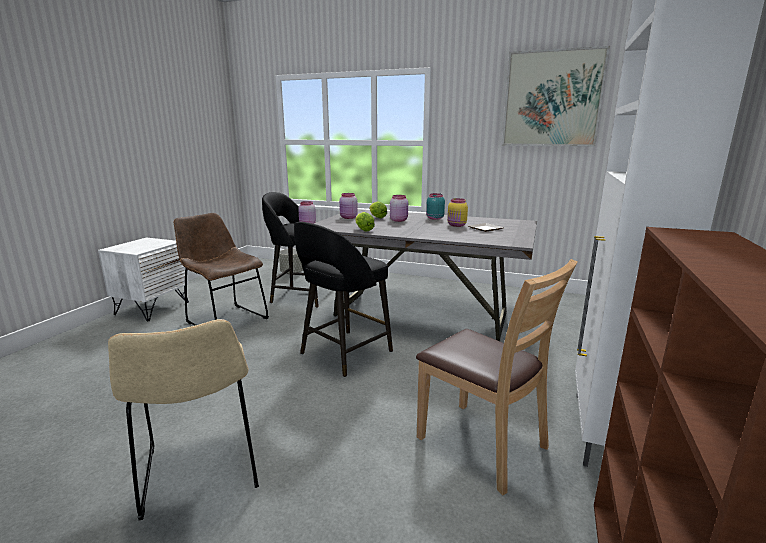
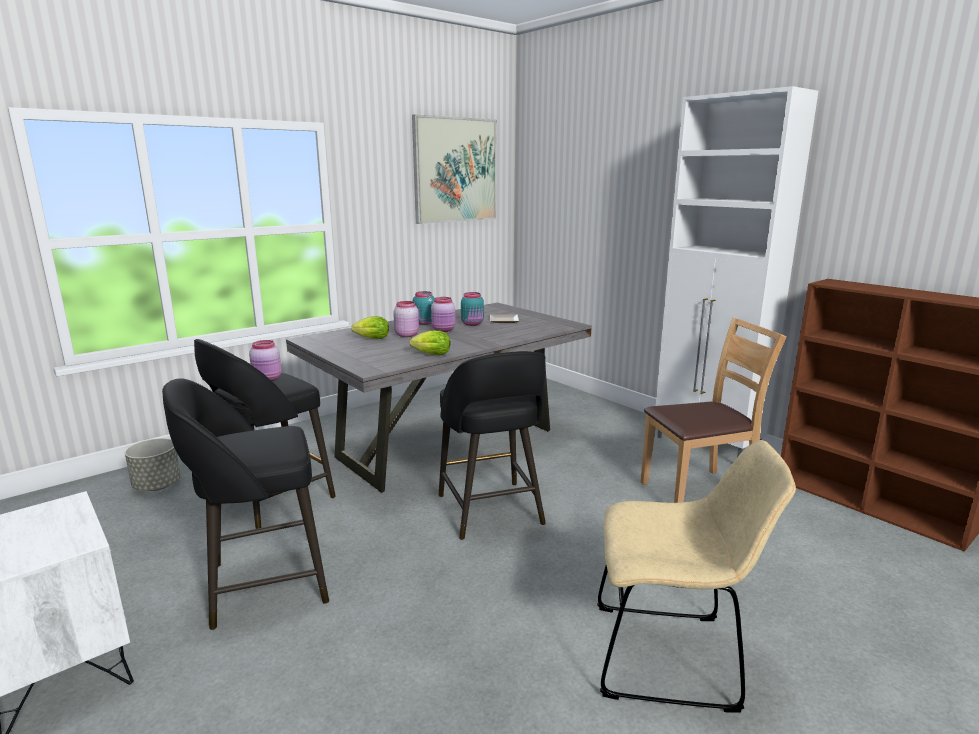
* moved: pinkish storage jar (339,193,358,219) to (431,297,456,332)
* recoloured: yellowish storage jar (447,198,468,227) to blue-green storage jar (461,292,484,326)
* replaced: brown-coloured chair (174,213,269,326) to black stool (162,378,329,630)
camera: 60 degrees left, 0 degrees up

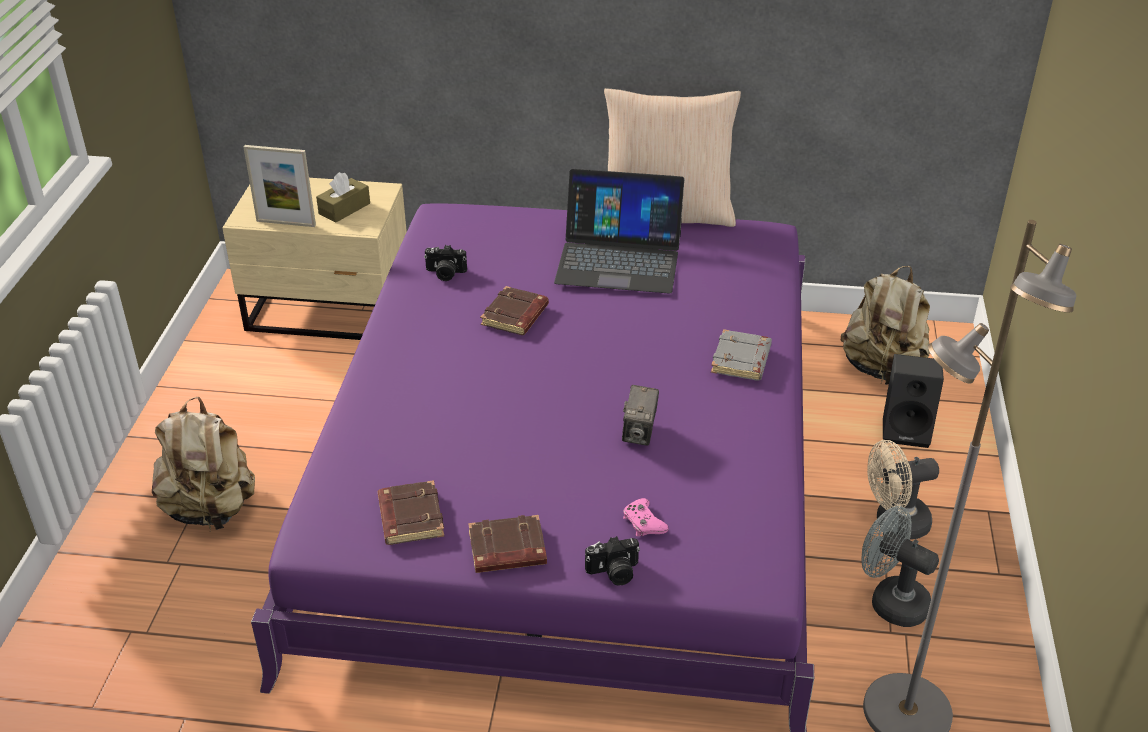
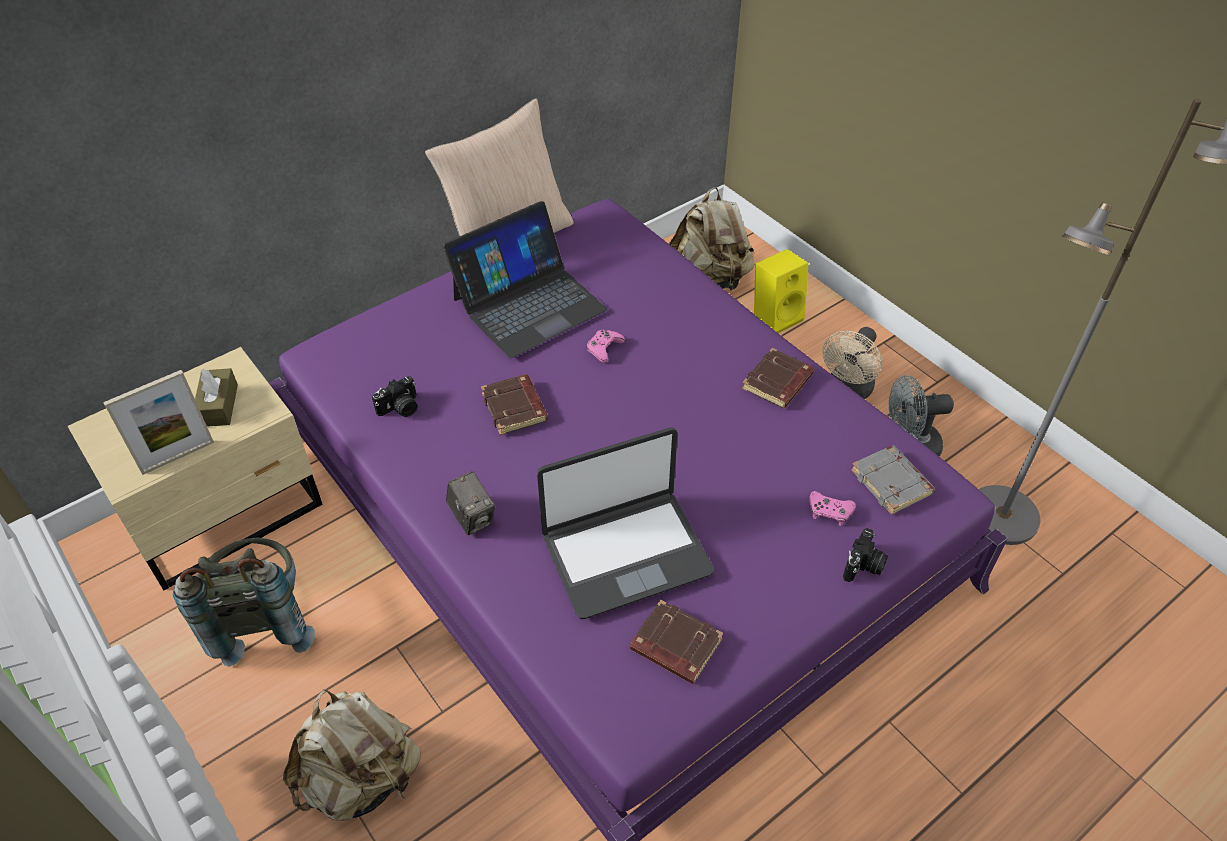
* moved: grey volume (711,329,772,380) to (851,445,935,515)
* recoloured: black loudspeaker (883,354,944,448) to yellowish loudspeaker (754,249,809,333)
* moved: still camera (622,385,659,446) to (446,471,495,535)
* moved: brown-coloured volume (468,515,547,573) to (742,348,814,408)
* added: pinkish joypad (587,330,625,363)
* added: notebook computer (537,428,714,619)
* added: grey knapsack (173,538,315,667)
camera: 45 degrees left, 10 degrees up

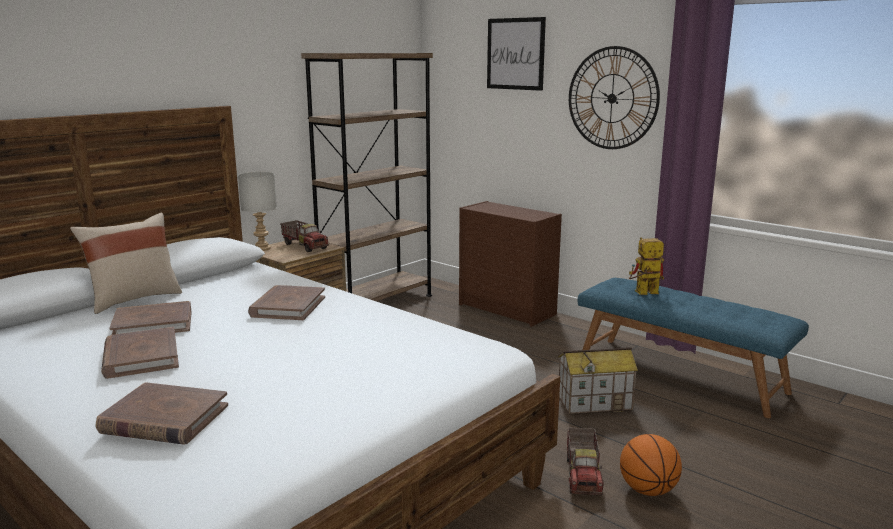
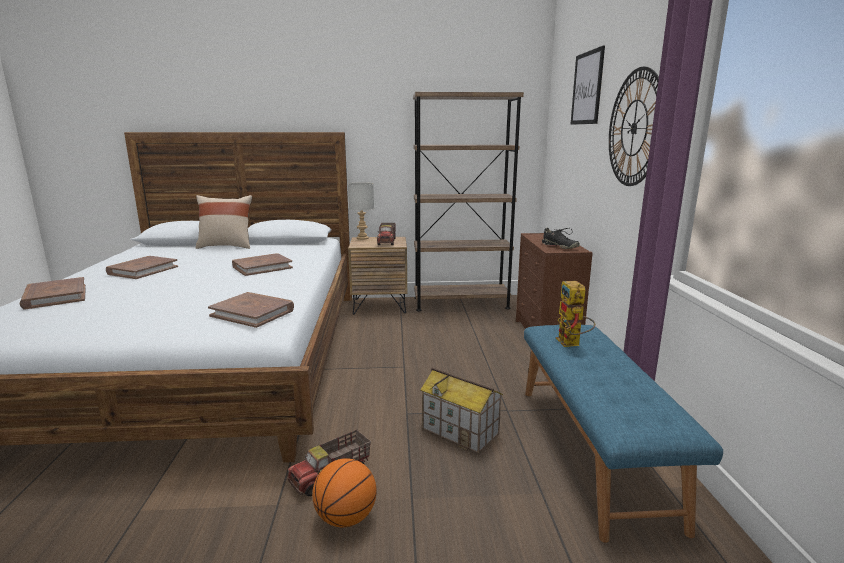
* turned: toy robot (629,237,664,295) = (556,281,595,347) 135 degrees counterclockwise
* moved: brown-coloured volume (110,301,192,335) to (208,292,294,328)
* added: black shoe (542,227,580,249)
camera: 45 degrees right, 0 degrees up

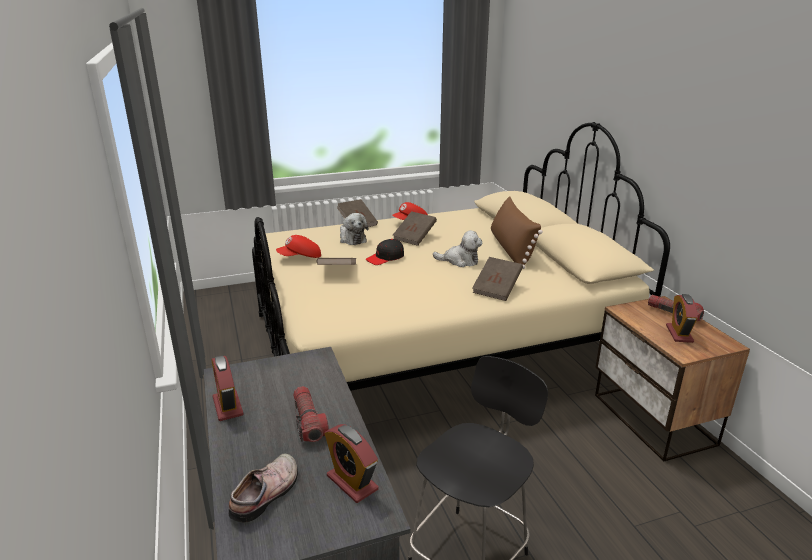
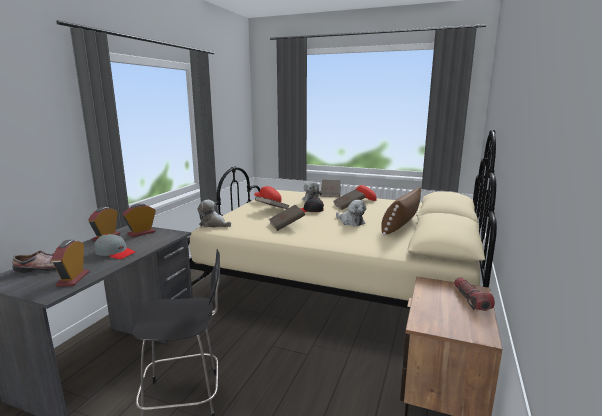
* moved: brown-coloured volume (472,257,523,301) to (268,205,305,231)
* moved: alarm clock (666,294,698,343) to (122,204,156,237)
* replaced: flashlight (293,386,329,442) to grey peaked cap (94,234,136,259)
* added: cuddly toy (197,200,231,227)
camera: 40 degrees right, 10 degrees down

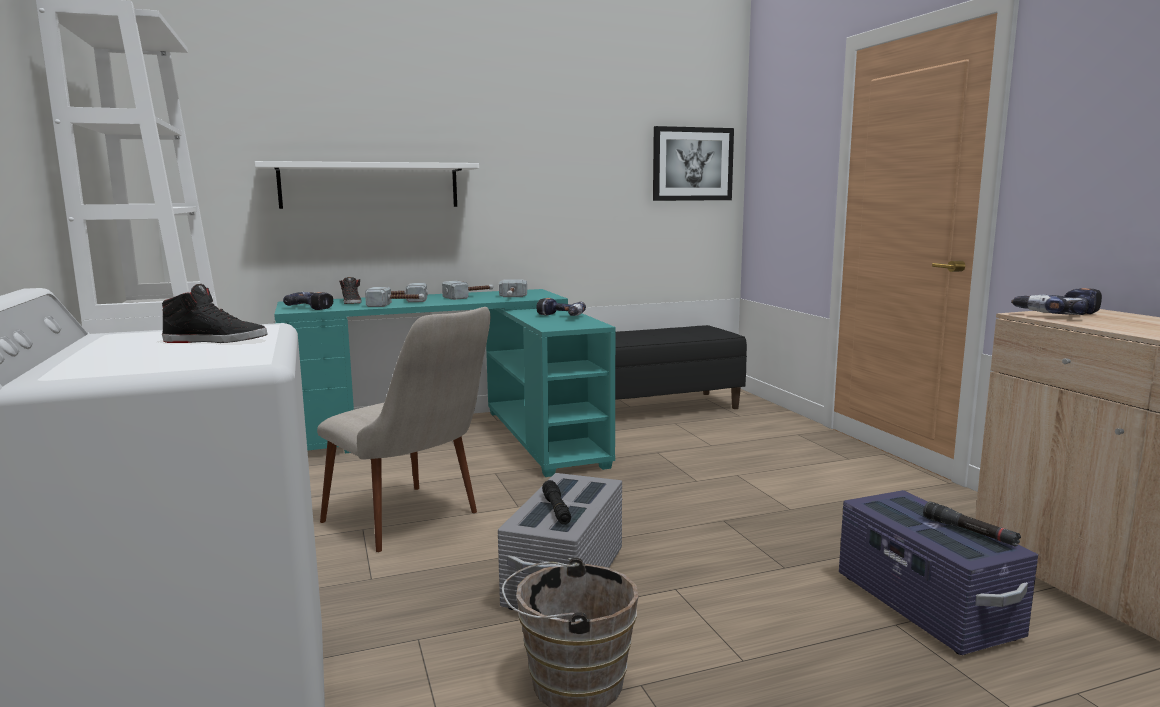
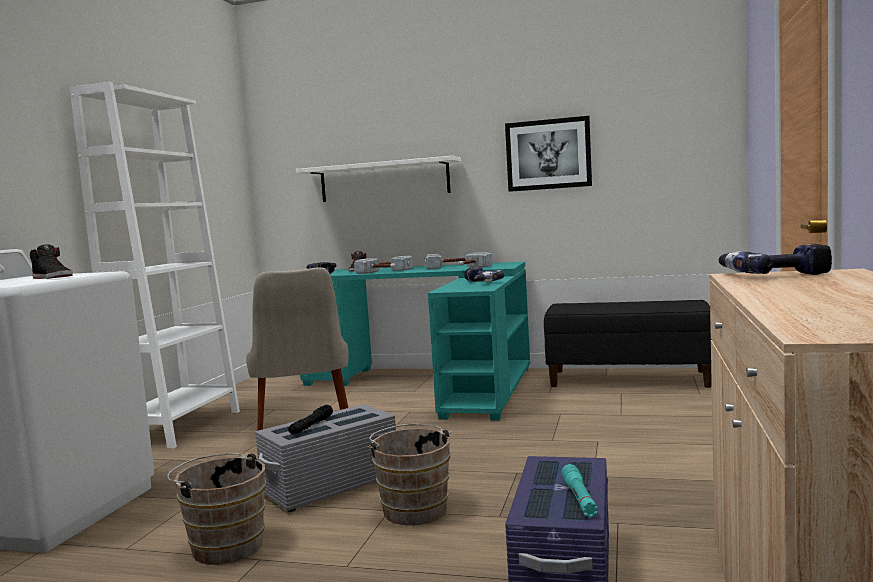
* moved: wall picture (653,126,734,201) to (505,116,592,192)
* recoloured: black flashlight (923,501,1021,546) to blue-green flashlight (561,464,598,517)
* added: brown-coloured bucket (367,424,451,525)
camera: 35 degrees right, 5 degrees down

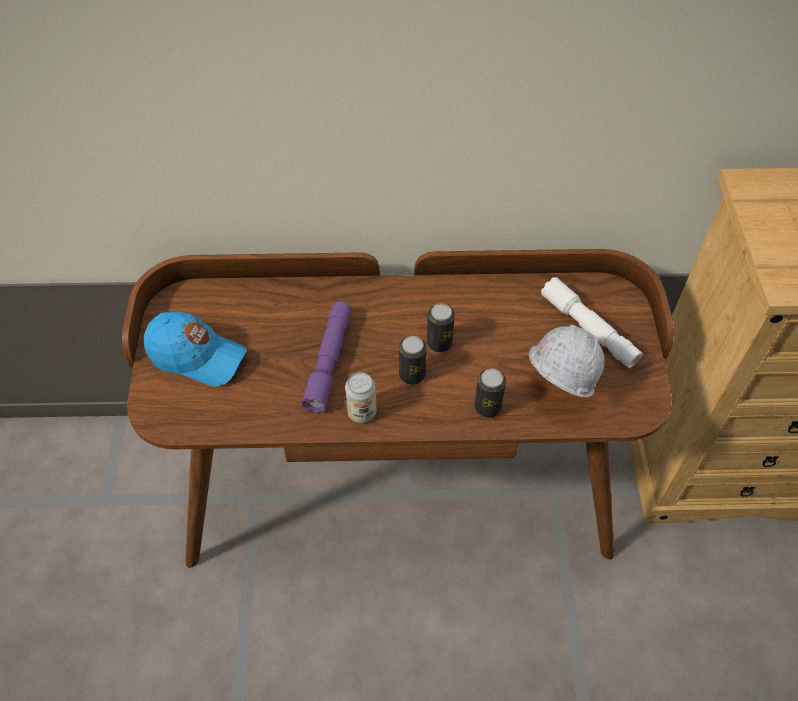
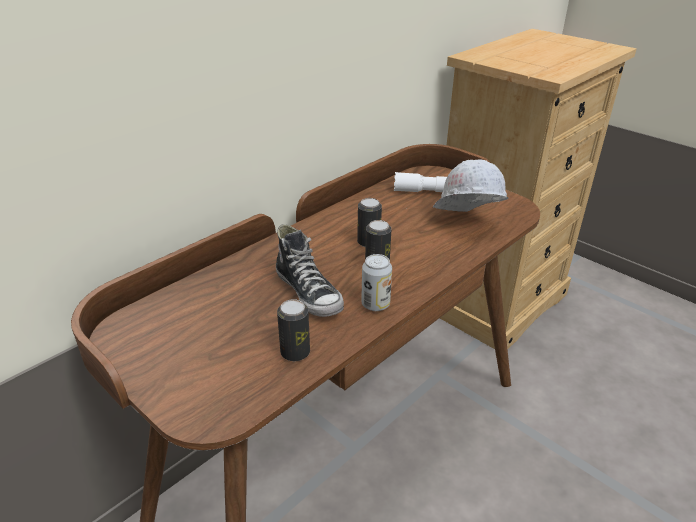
* replaced: purple flashlight (301,302,352,413) to shoe (276,224,344,317)
* removed: blue-coloured peaked cap (143,311,247,387)
* moved: can (474,368,506,418) to (277,299,310,361)
camera: 45 degrees left, 20 degrees down

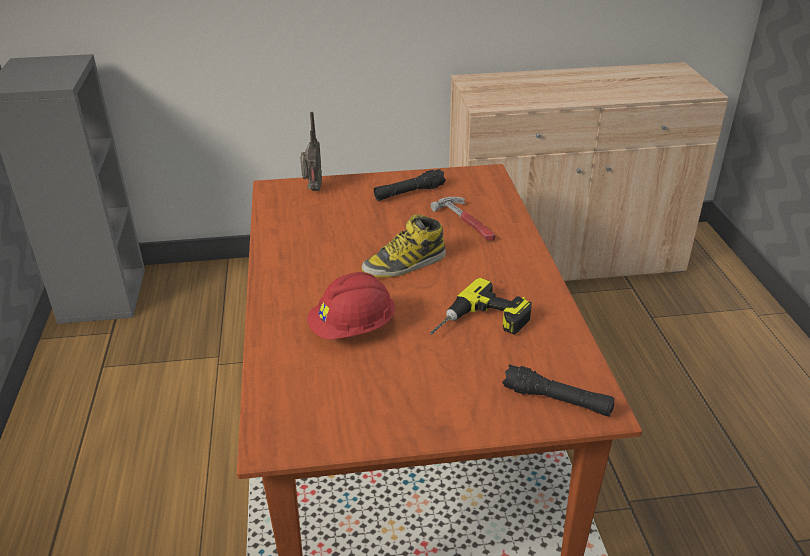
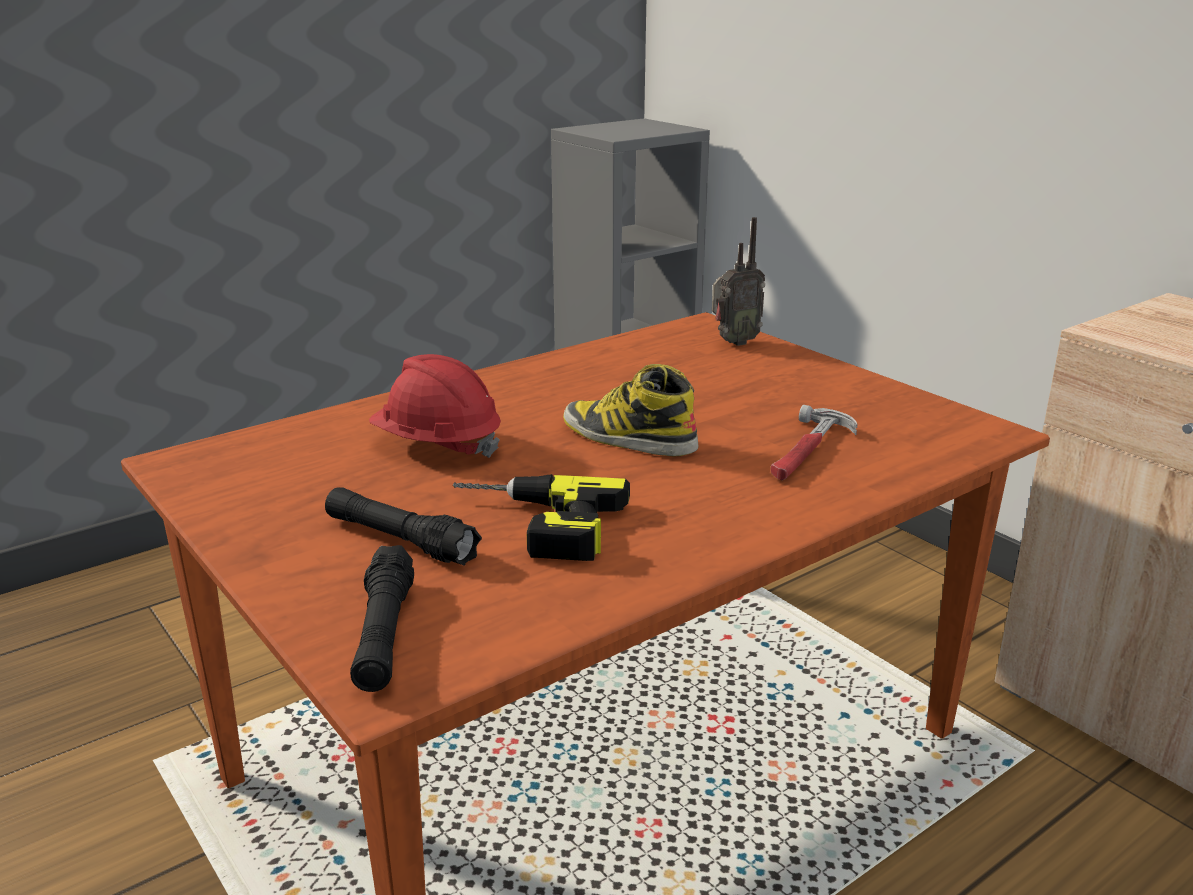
* moved: black flashlight (374,169,446,201) to (325,487,482,566)
camera: 60 degrees right, 10 degrees down

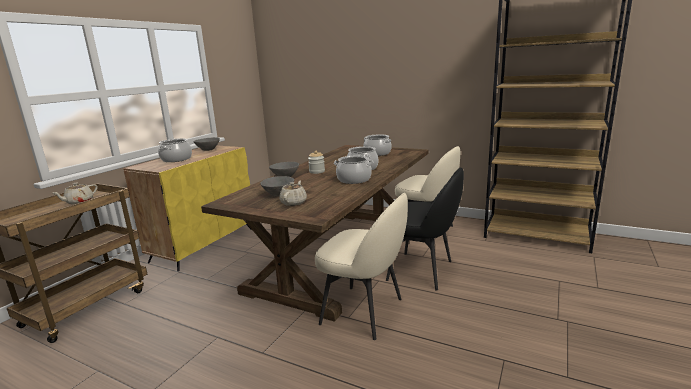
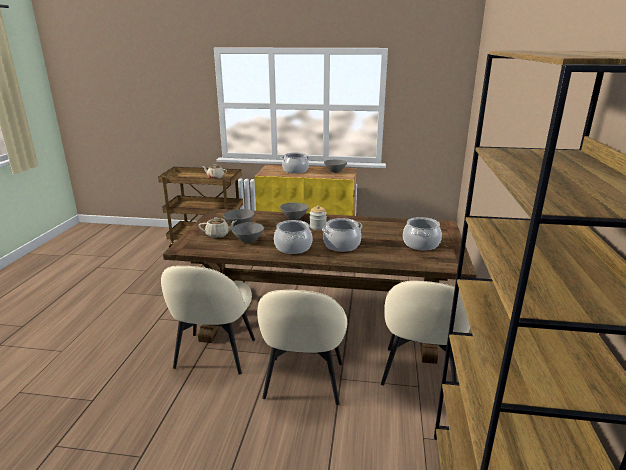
* recoloured: black chair (386,167,464,291) to beige-coloured chair (257,290,347,405)
* added: grey bowl (232,222,264,243)
camera: 70 degrees right, 5 degrees up

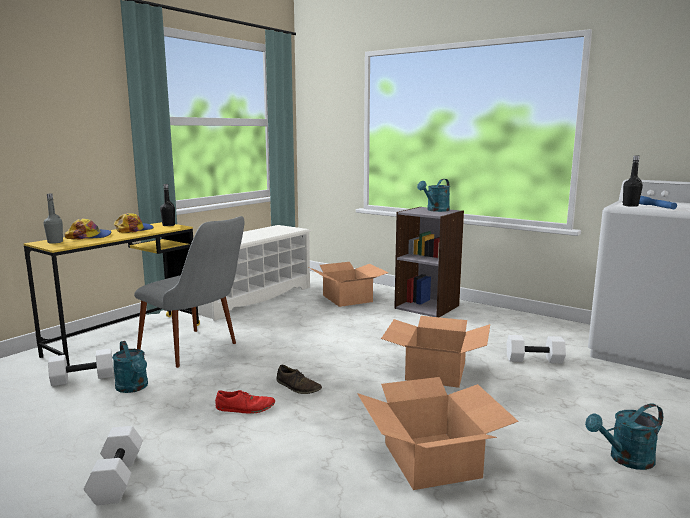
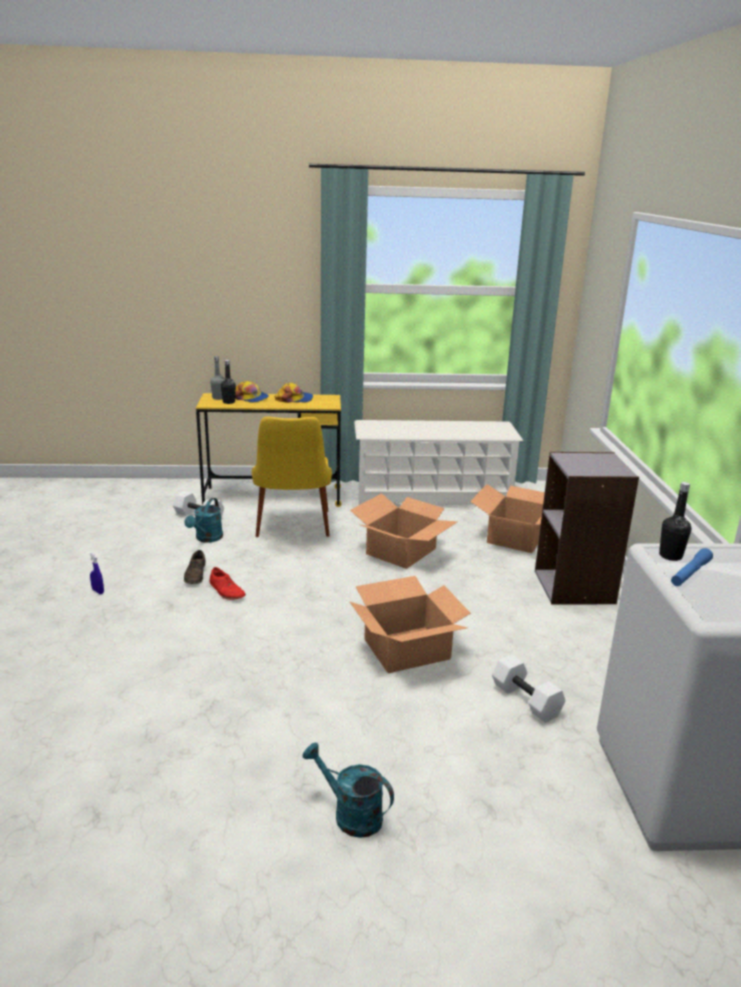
* removed: blue-green sprinkling can (417,179,450,212)
* moved: black drink bottle (160,184,175,226) to (221,360,236,404)
* recoloured: grey chair (134,216,245,368) to yellowish chair (252,417,332,537)
* moved: brown-coloured shoe (276,365,322,394) to (184,550,206,584)
* moved: packing box (357,377,519,490) to (350,493,458,569)
* replaced: white-coloured free weight (84,426,143,505) to blue-coloured hand sprayer (89,552,104,594)
camera: 50 degrees right, 10 degrees up

